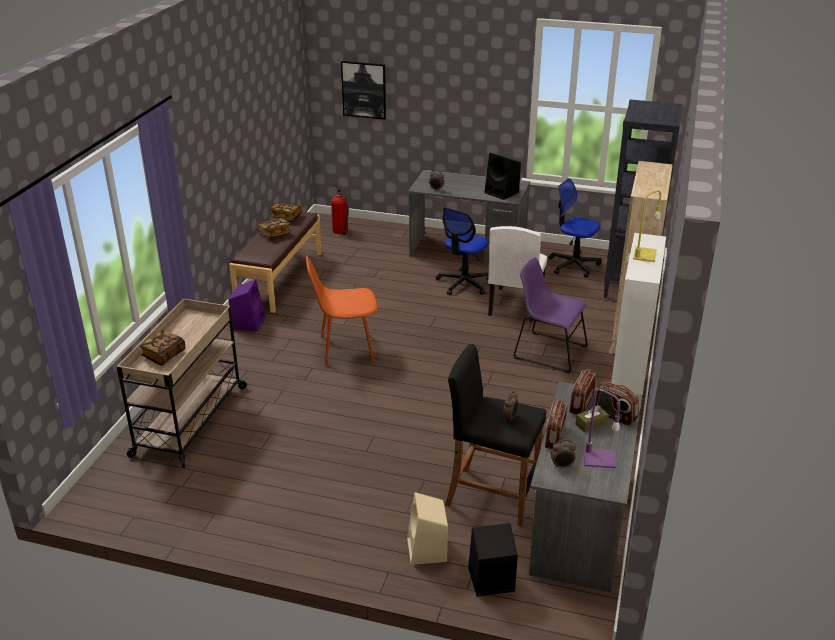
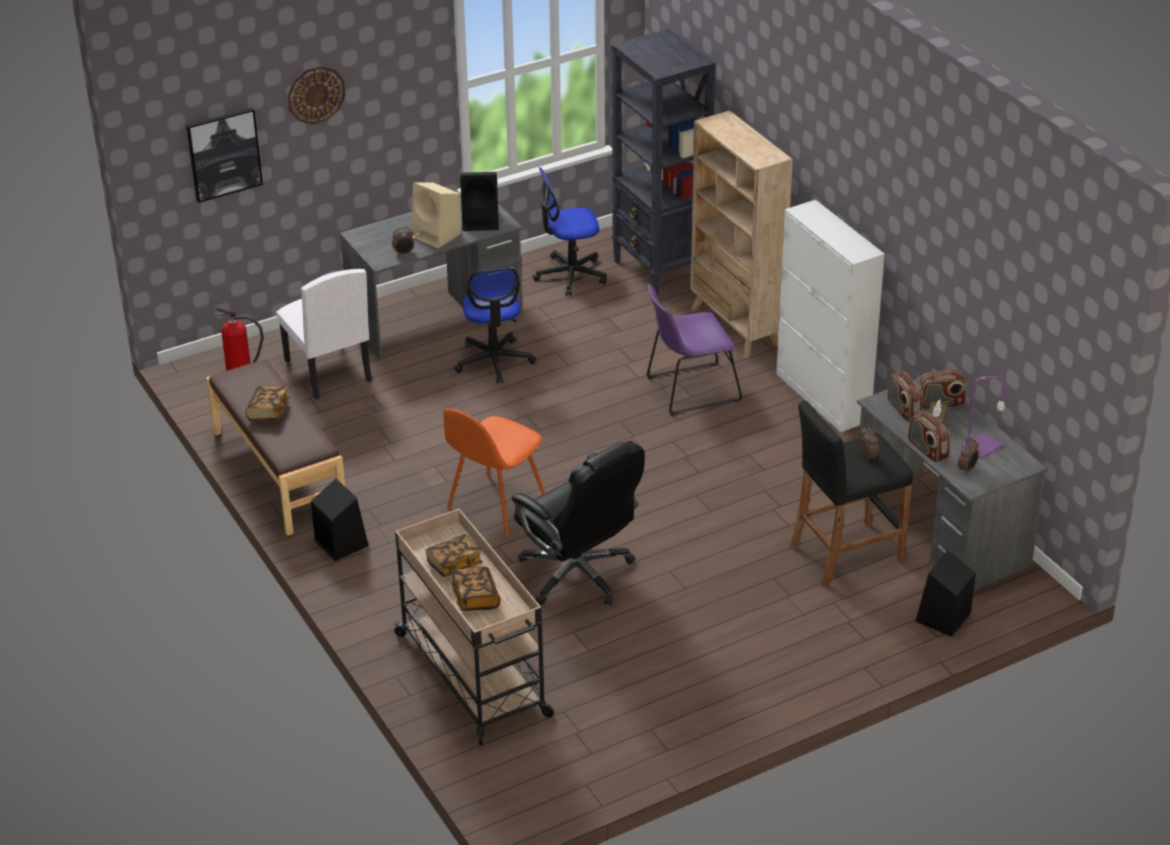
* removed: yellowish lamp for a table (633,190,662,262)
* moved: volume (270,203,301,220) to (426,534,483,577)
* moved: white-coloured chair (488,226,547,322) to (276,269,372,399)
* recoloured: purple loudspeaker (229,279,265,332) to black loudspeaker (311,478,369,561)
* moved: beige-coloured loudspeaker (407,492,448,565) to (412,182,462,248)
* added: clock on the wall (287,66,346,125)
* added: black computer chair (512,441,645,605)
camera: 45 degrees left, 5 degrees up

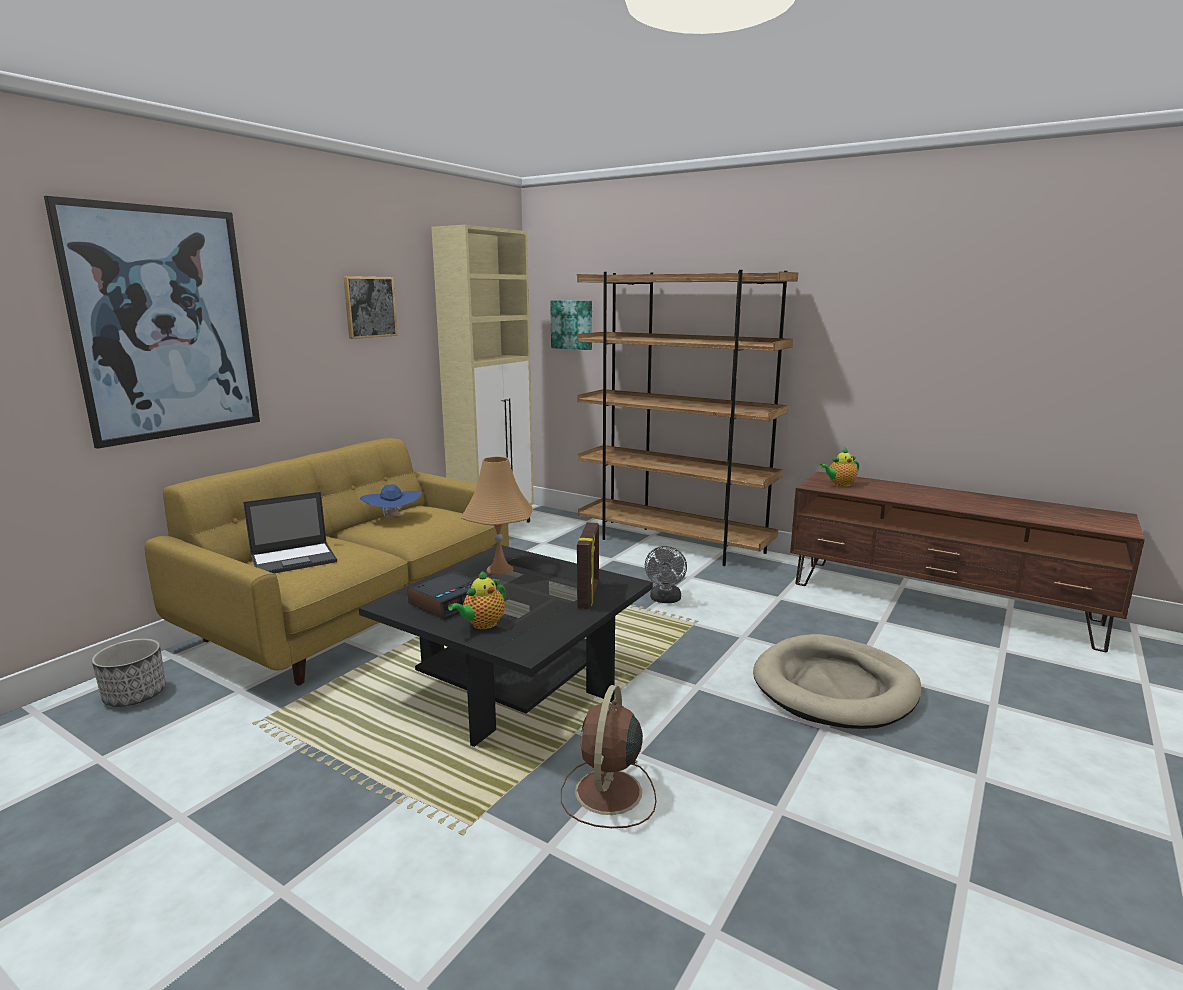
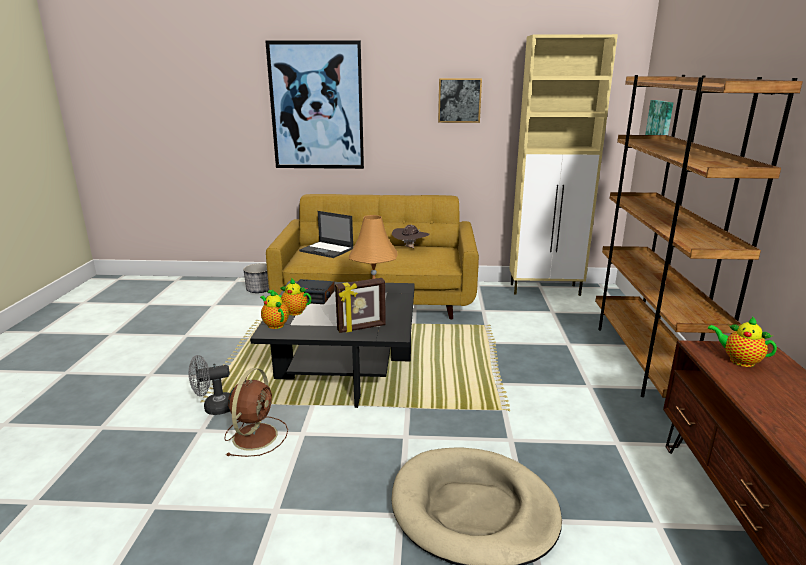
* recoloured: blue-coloured clothing hat (360,484,422,518) to brown-coloured clothing hat (392,225,430,248)
* moved: grey electric fan (645,546,687,603) to (189,355,230,415)
* turned: brown-coloured electric fan (561,685,657,828) = (224,368,288,457) 120 degrees clockwise
* added: pot for tea (260,289,289,329)
camera: 60 degrees right, 5 degrees up

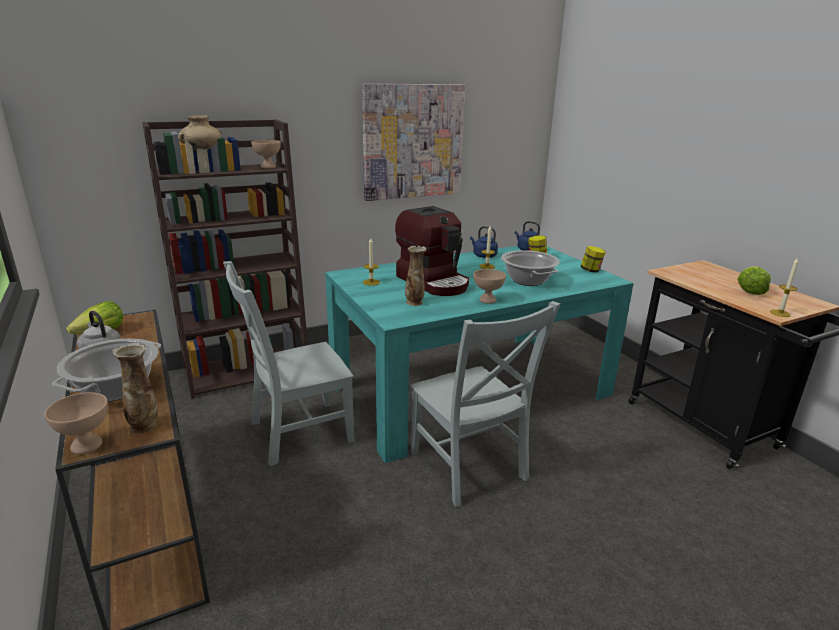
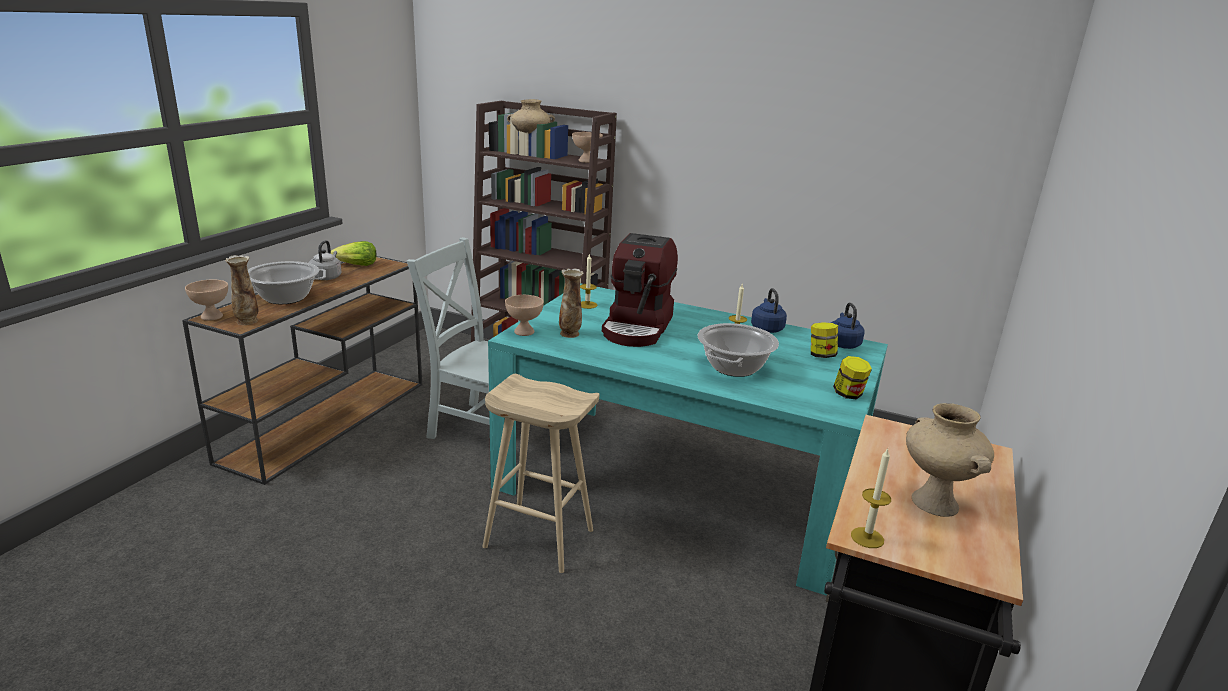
* removed: wall picture (362,83,465,201)
* replaced: lettuce (737,266,771,295) to beige-coloured decorative vase (906,403,994,517)
* moved: beige-coloured bowl (473,269,506,304) to (505,295,544,336)
* replaced: grey chair (410,301,560,507) to beige-coloured stool (482,374,599,573)
camera: 50 degrees right, 0 degrees up

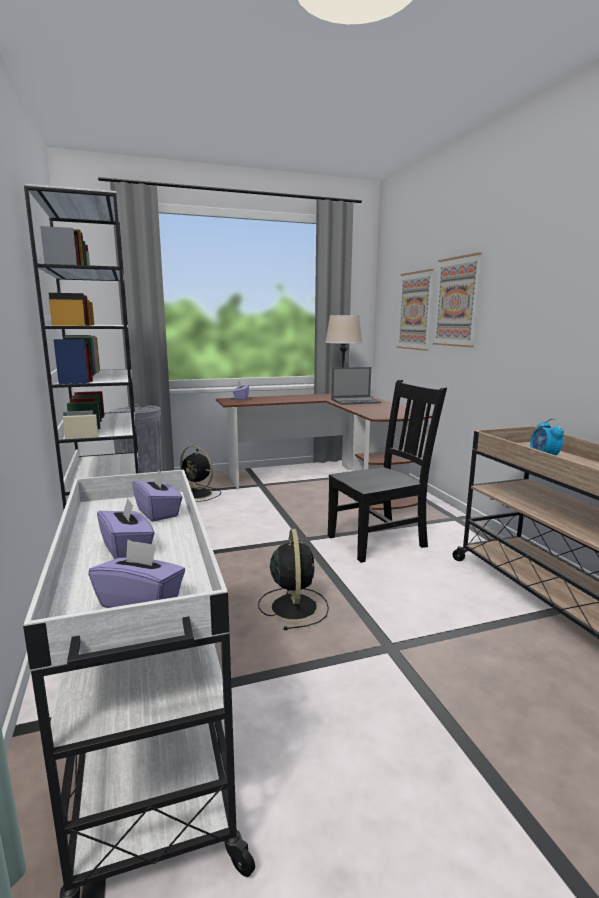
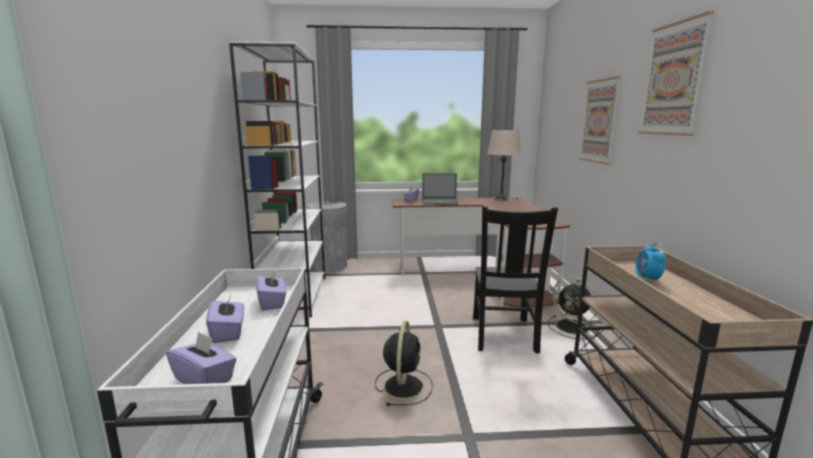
* moved: wall picture (397,269,434,351) to (638,11,714,136)
* moved: notebook computer (331,367,381,405) to (422,173,458,205)
* turned: black chair (328,379,447,563) = (473,206,558,354) 105 degrees clockwise
* moved: black electric fan (180,446,221,502) to (547,276,599,340)
camera: 15 degrees right, 0 degrees up

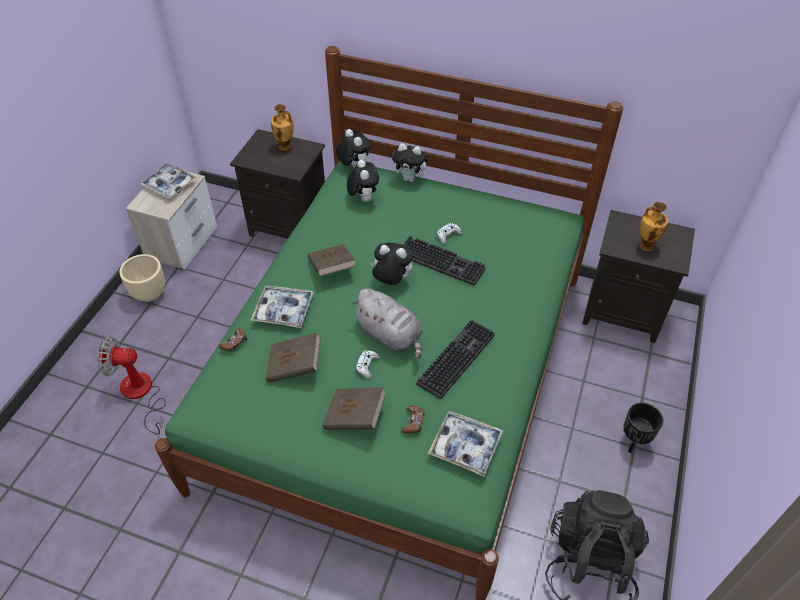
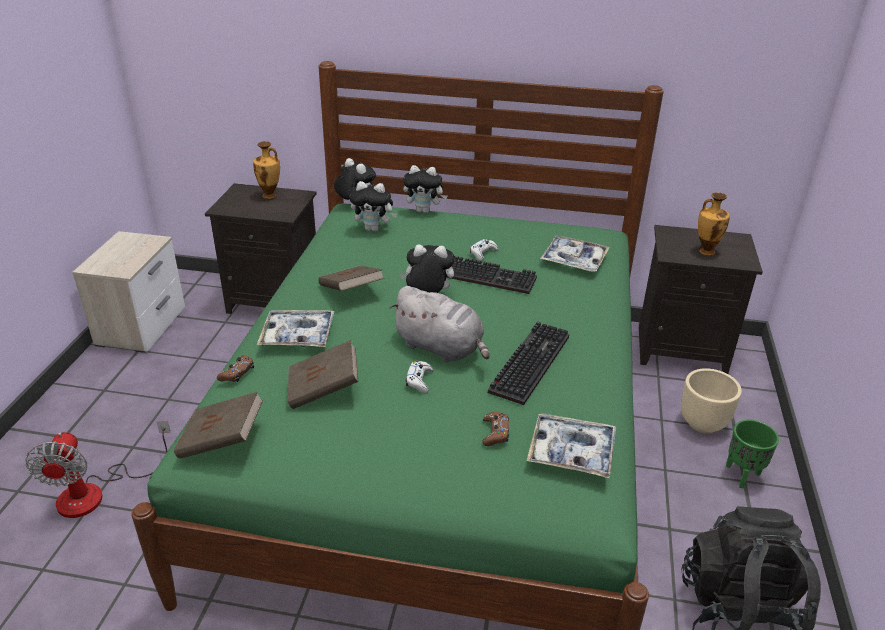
* turned: cuddly toy (347,160,379,202) = (349,181,397,232) 120 degrees clockwise
* moved: tray (140,163,197,198) to (540,236,610,272)
* moved: beige-coloured plant pot (119,254,165,302) to (681,368,742,433)
* turned: electric fan (97,336,166,435) = (25,420,170,518) 90 degrees counterclockwise
* moved: brown-coloured volume (322,387,387,430) to (174,392,263,459)
* recoloured: black plant pot (624,403,663,453) to green plant pot (726,420,779,489)
camera: 10 degrees left, 15 degrees down

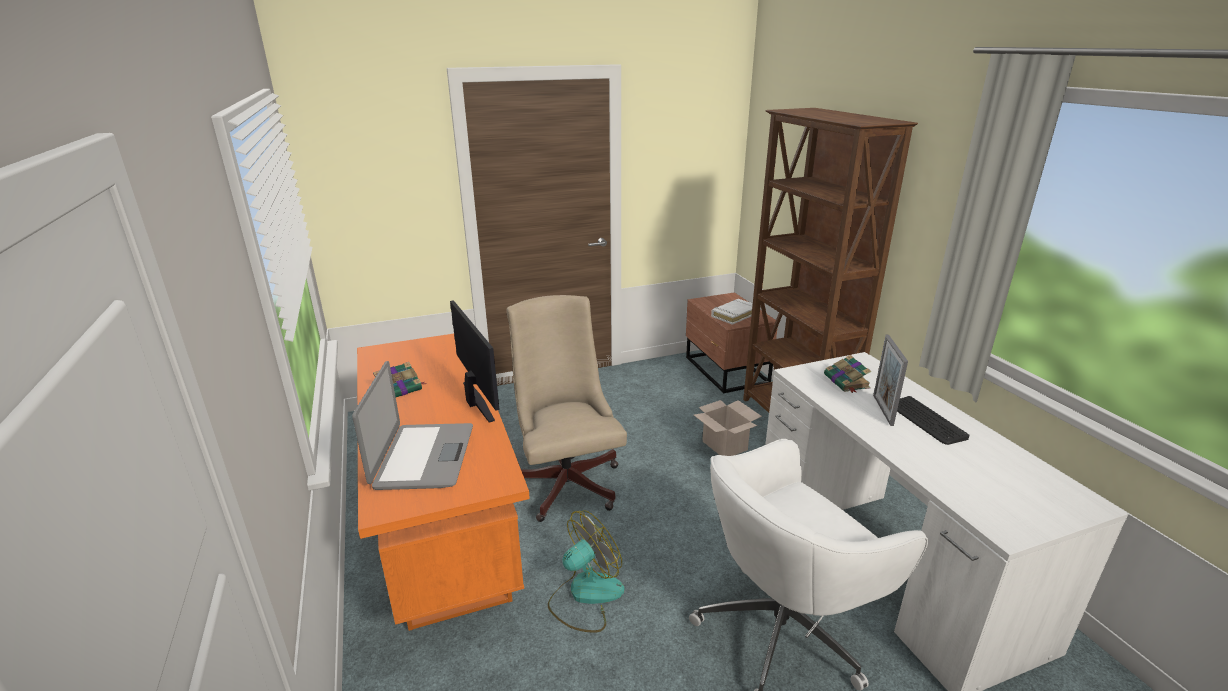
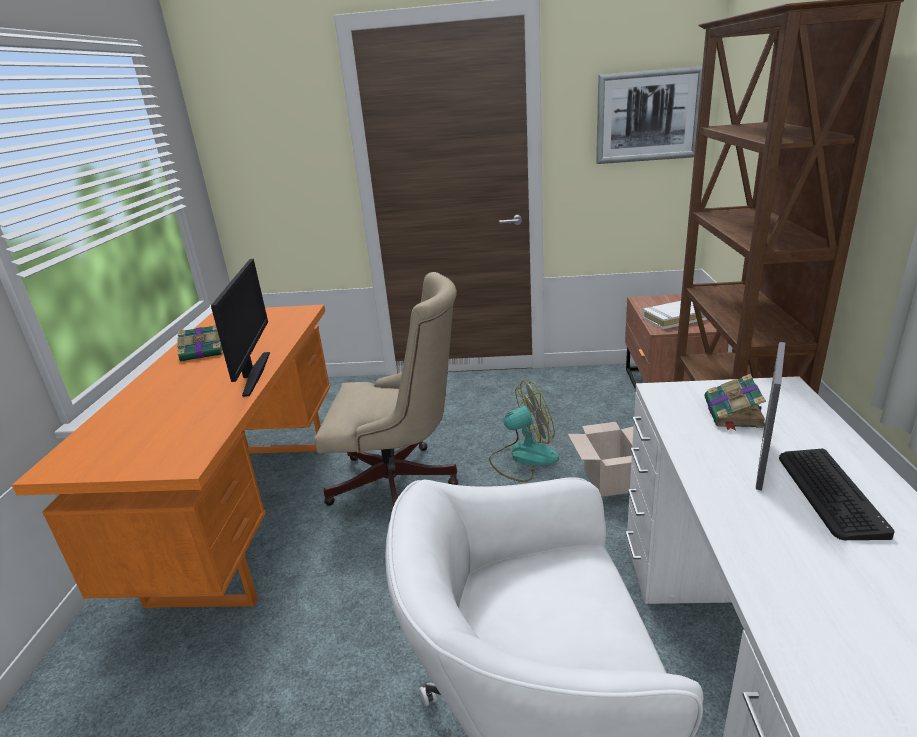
* turned: beige-coloured computer chair (506,295,627,522) = (314,272,458,522) 90 degrees clockwise
* removed: notebook computer (352,361,473,490)
* moved: electric fan (548,510,625,633) to (489,381,559,482)
* added: wall picture (596,66,702,164)
camera: 25 degrees right, 0 degrees up

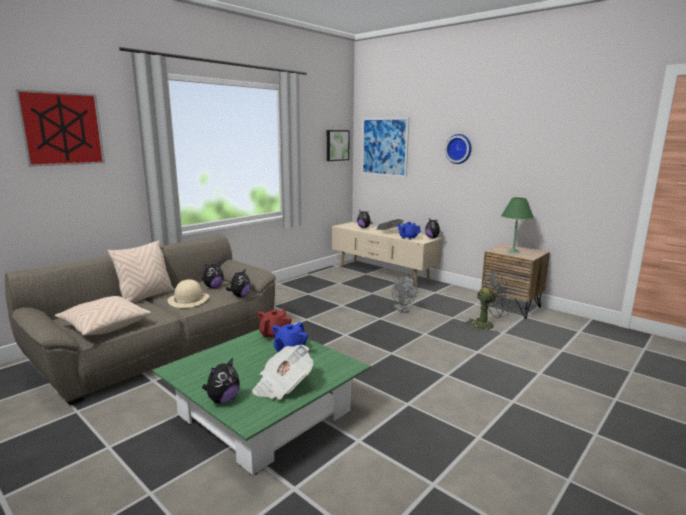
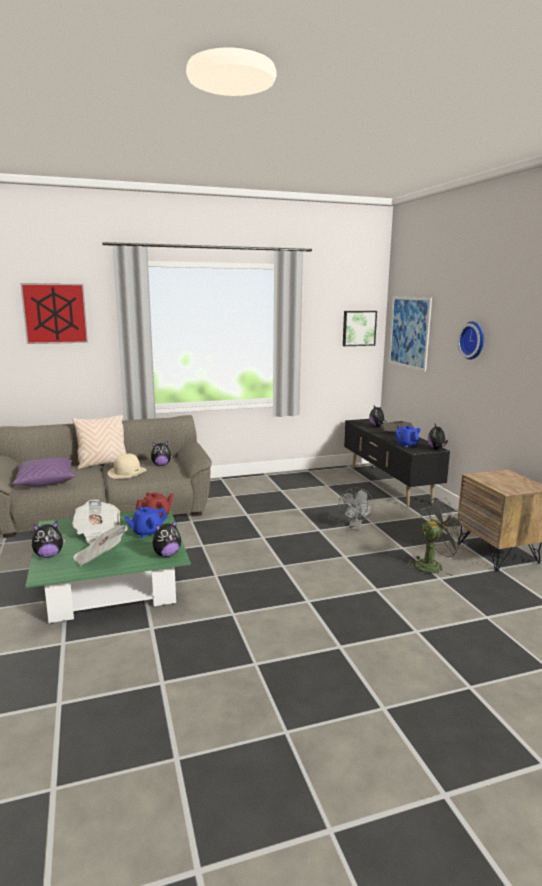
* removed: green lamp for a table (501,197,534,253)
* recoloured: beige-coloured tv stand (332,222,442,288) to black tv stand (344,419,450,507)
* moved: cuddly toy (226,268,251,297) to (152,520,181,557)
* turned: grey electric fan (467,271,512,333) = (406,497,468,576) 45 degrees counterclockwise
* recoloured: beige-coloured cushion (55,296,151,336) to purple cushion (13,458,75,486)
* added: daily paper (72,500,120,545)
camera: 30 degrees right, 0 degrees up

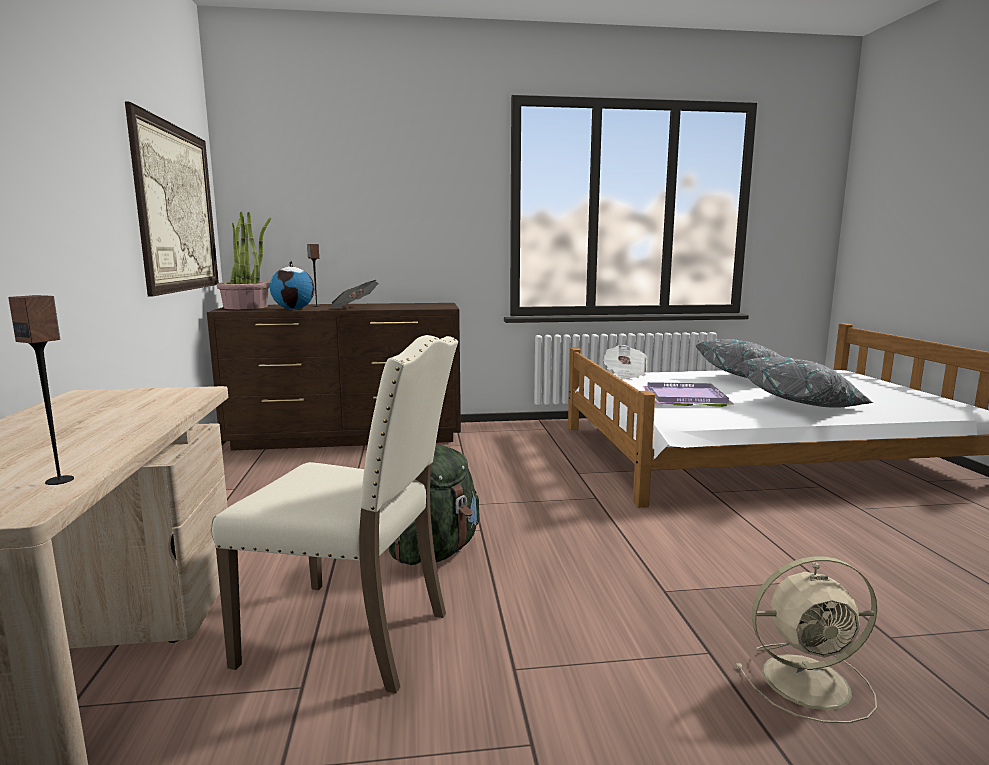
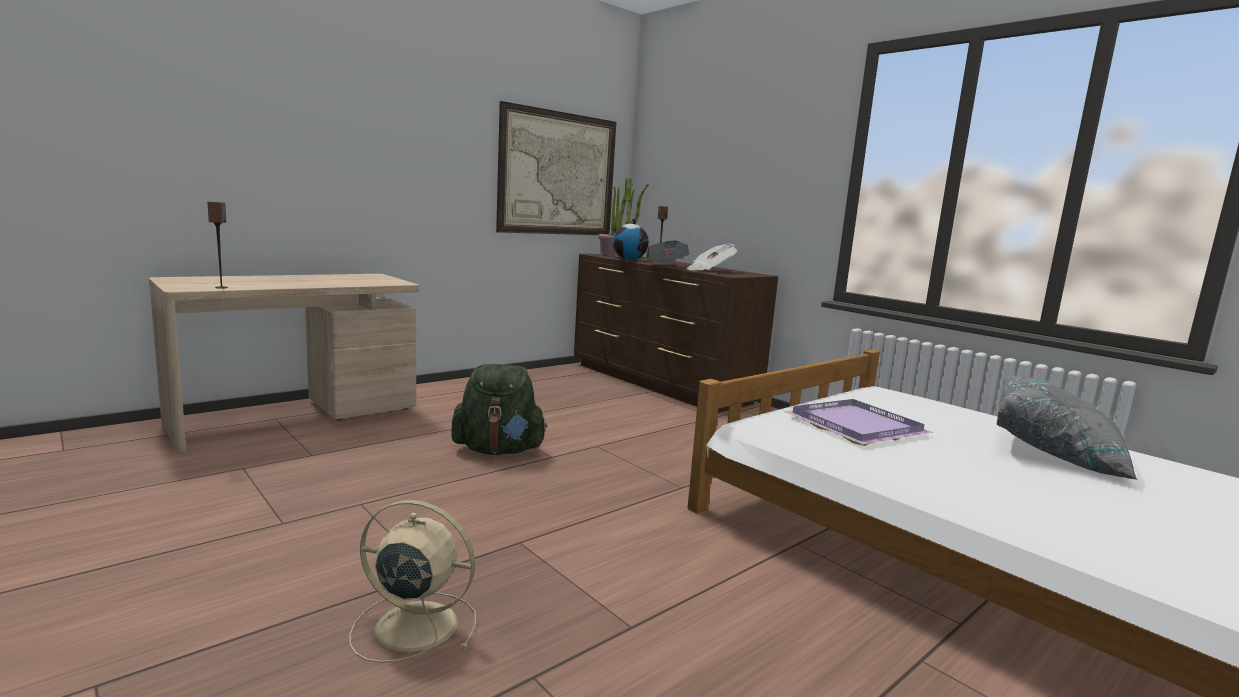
* removed: beige-coloured chair (211,335,458,693)
* moved: daily paper (603,345,648,380) to (686,244,737,270)
* removed: grey cushion (737,357,873,408)
* turned: beige-coloured electric fan (735,556,877,723) = (349,500,476,663) 135 degrees clockwise
camera: 55 degrees right, 0 degrees up

